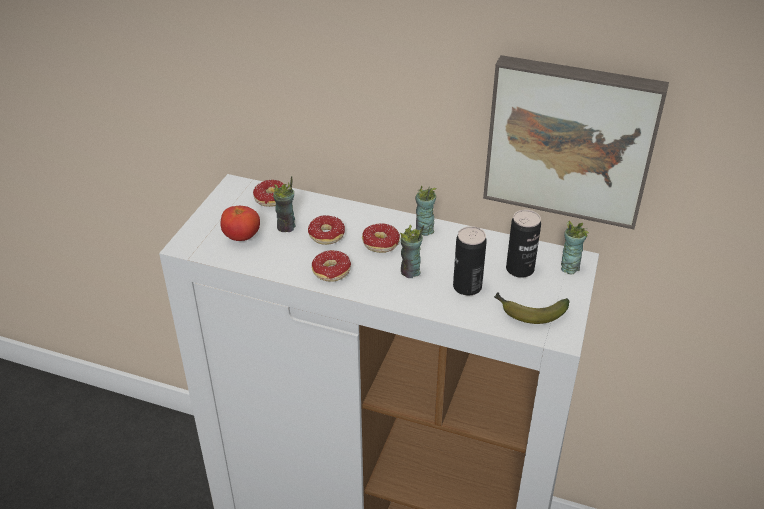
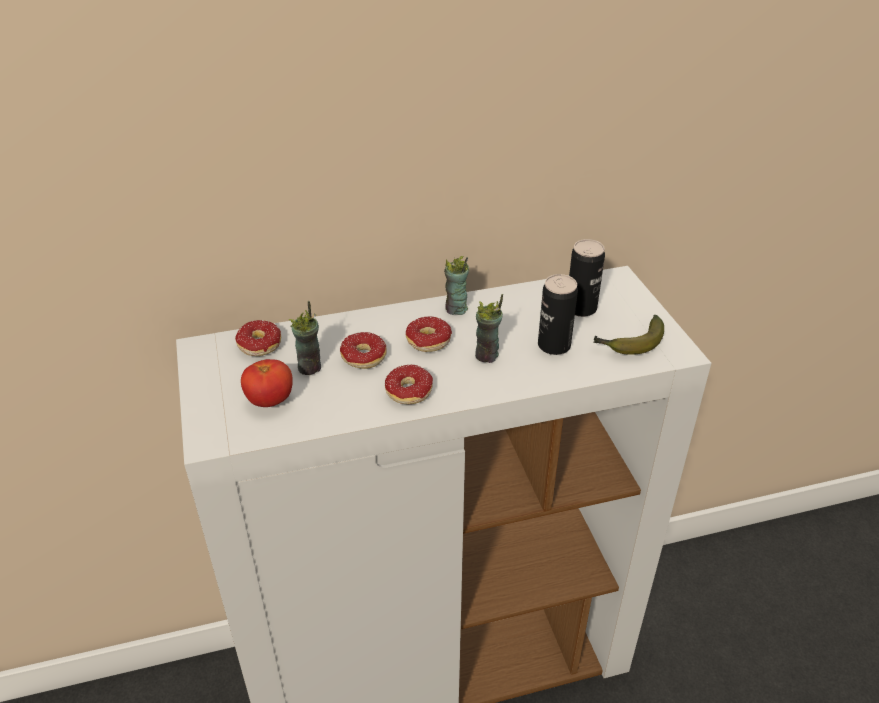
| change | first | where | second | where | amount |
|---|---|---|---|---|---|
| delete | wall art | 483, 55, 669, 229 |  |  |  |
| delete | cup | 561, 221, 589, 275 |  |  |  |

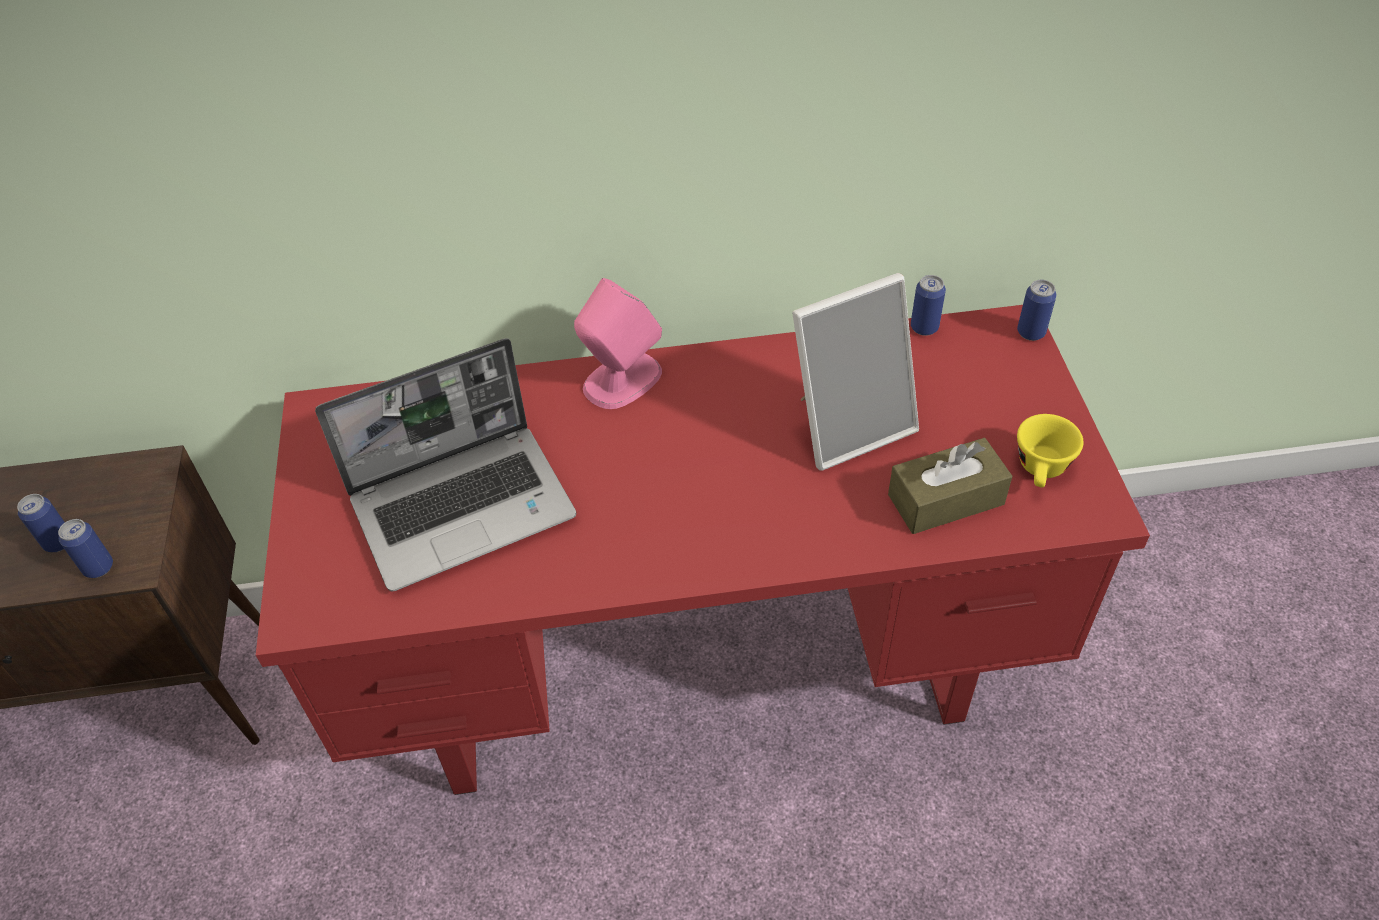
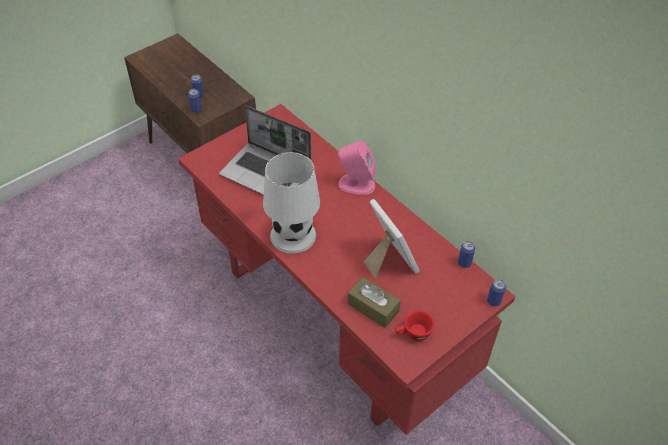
| change | first | where | second | where | amount |
|---|---|---|---|---|---|
| insert |  |  | tabletop lamp in whitish | 263, 152, 320, 254 |  |
| recolor | cup in yellow-coloured | 1017, 414, 1084, 487 | cup in red | 395, 310, 435, 341 |  |
| rotate | standing frame | 792, 273, 919, 471 |  | 363, 199, 419, 278 | 150 degrees counterclockwise |

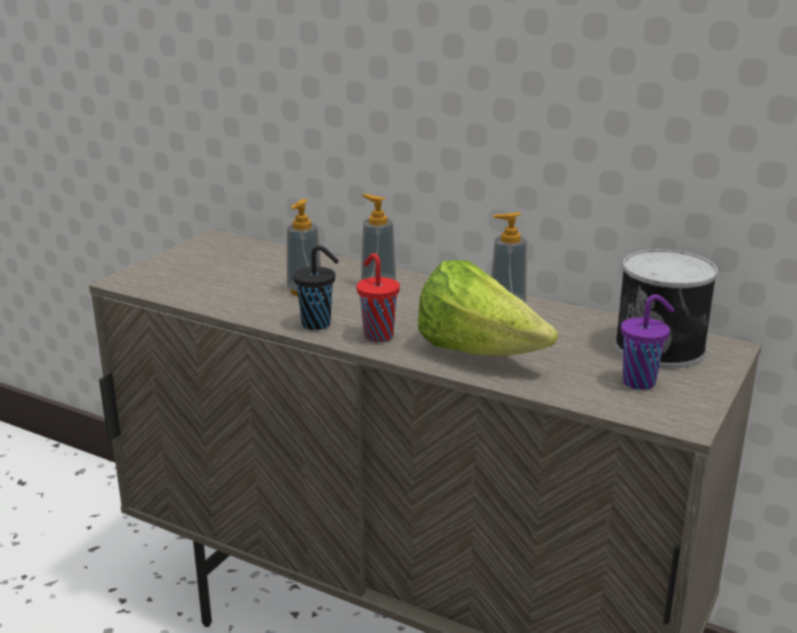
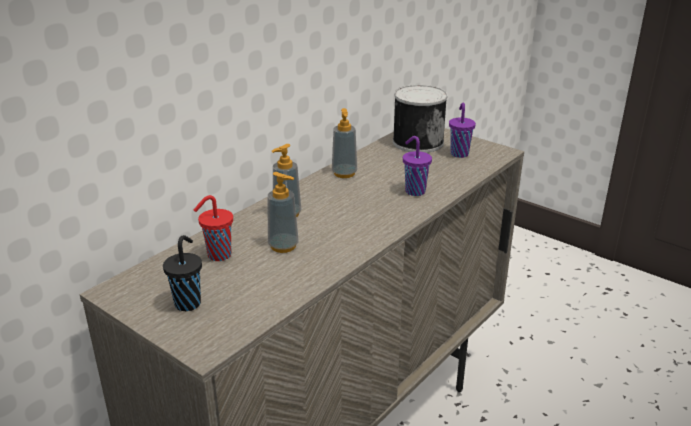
| change | first | where | second | where | amount |
|---|---|---|---|---|---|
| move | cup in black-coloured | 293, 245, 339, 330 |  | 163, 235, 202, 311 |  |
| move | cup in red | 357, 253, 400, 342 |  | 194, 195, 233, 261 |  |
| replace | lettuce | 418, 260, 558, 356 | cup in purple-coloured | 403, 136, 432, 196 |  |

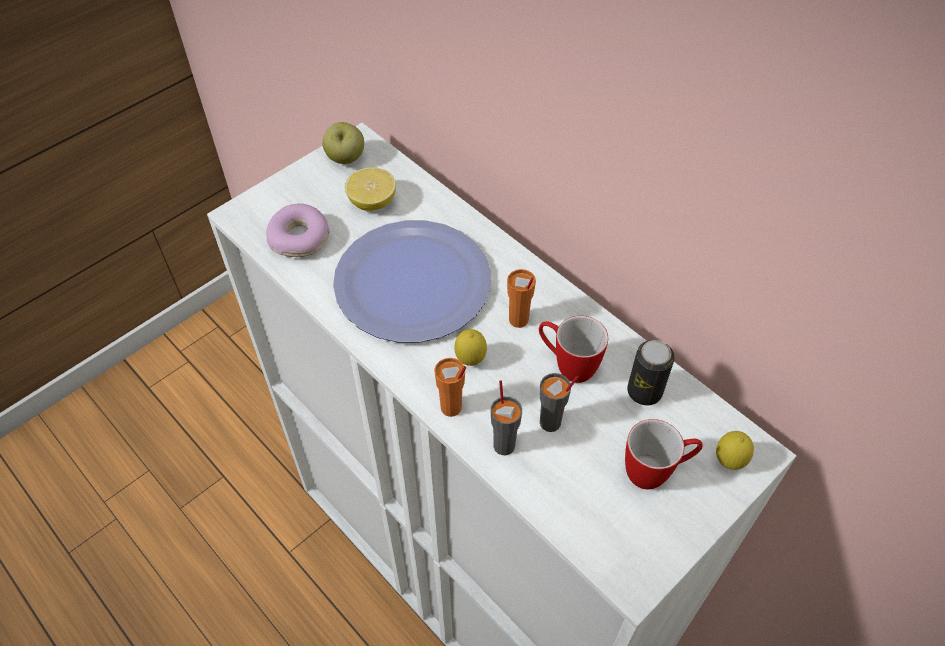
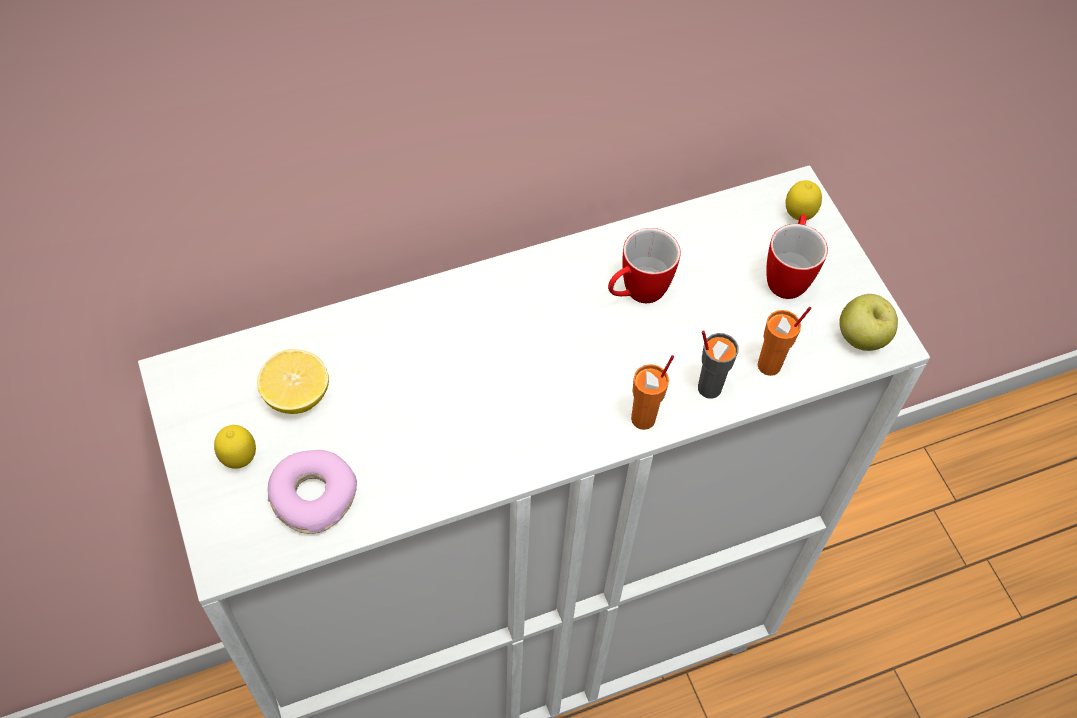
| change | first | where | second | where | amount |
|---|---|---|---|---|---|
| delete | plate | 333, 220, 491, 343 |  |  |  |
| delete | cup in greyish | 539, 373, 578, 432 |  |  |  |
| delete | metal can | 627, 340, 675, 405 |  |  |  |
| move | apple fruit | 322, 122, 364, 164 |  | 839, 294, 898, 351 |  |
| move | whole lemon | 454, 329, 487, 366 |  | 214, 425, 256, 469 |  |
| move | cup in orange | 507, 269, 536, 328 |  | 758, 307, 811, 376 |  |

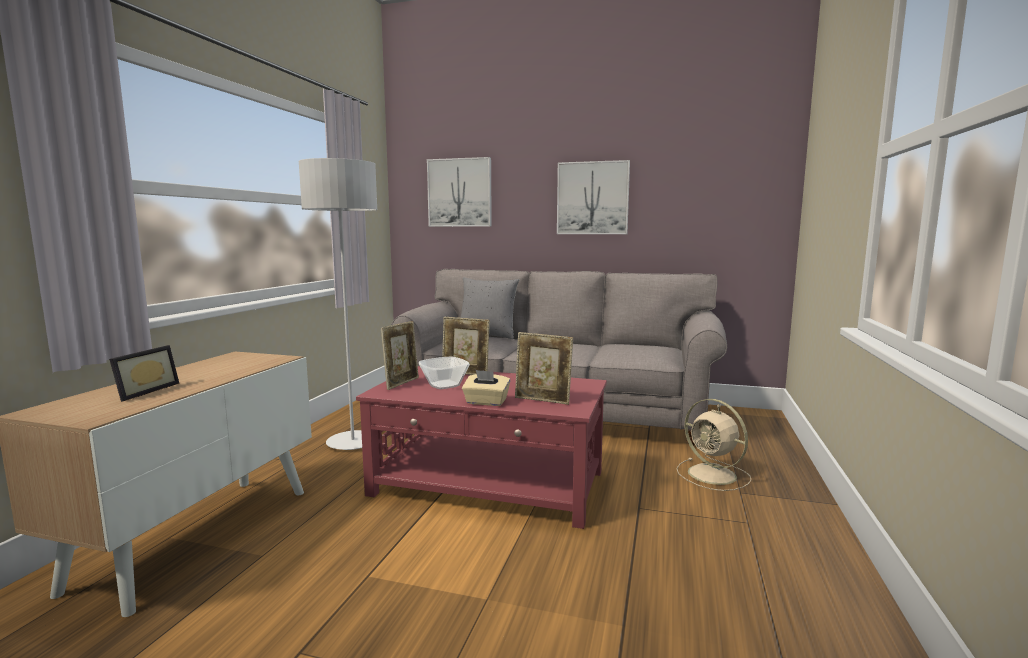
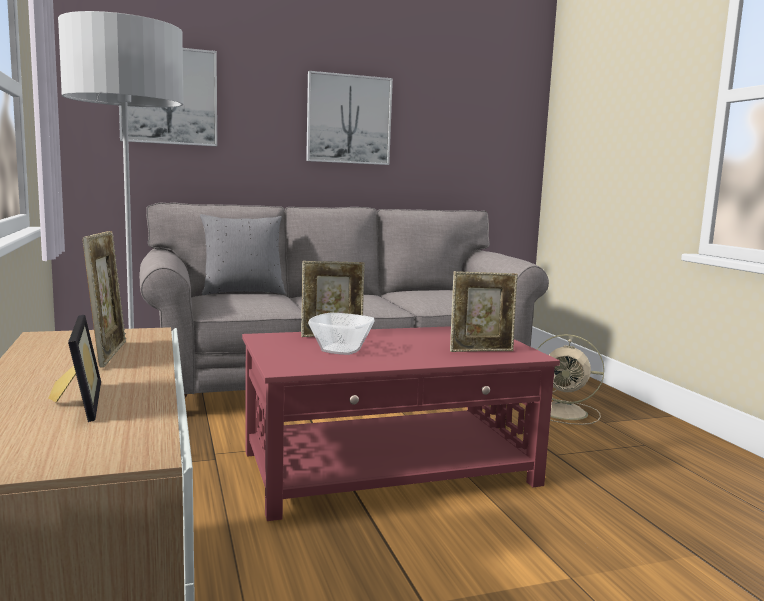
| change | first | where | second | where | amount |
|---|---|---|---|---|---|
| delete | tissue holder in beige-coloured | 462, 370, 510, 406 |  |  |  |
| move | standing frame | 381, 321, 419, 390 |  | 82, 231, 126, 368 |  |

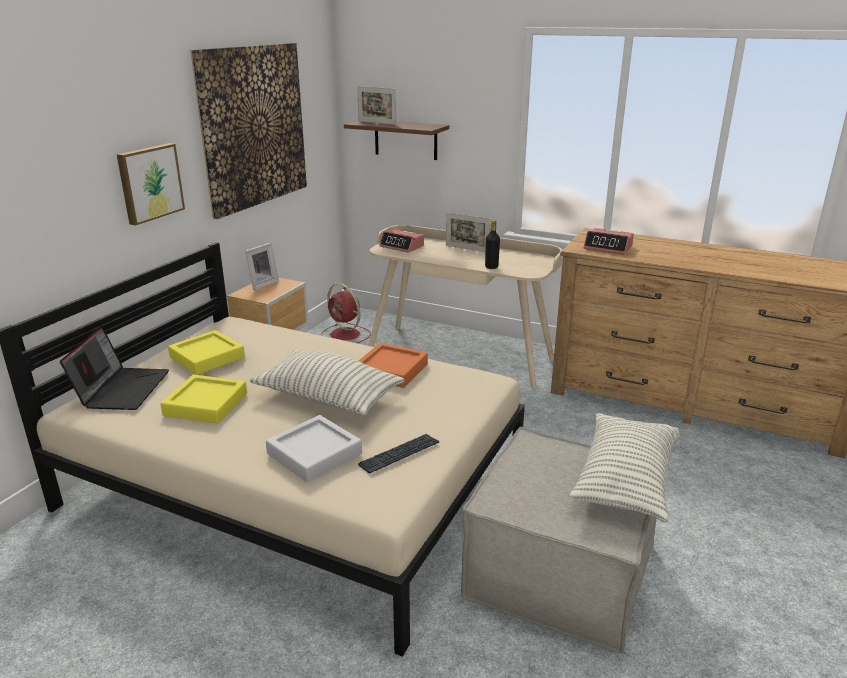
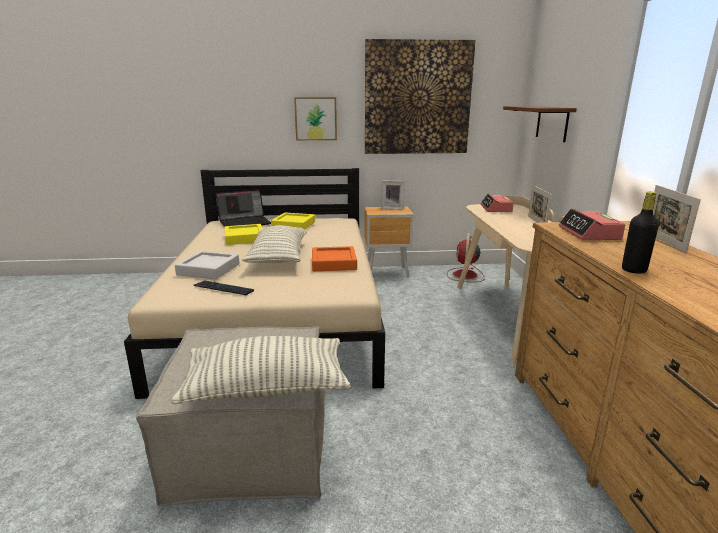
| change | first | where | second | where | amount |
|---|---|---|---|---|---|
| move | standing frame | 357, 86, 397, 125 |  | 653, 185, 701, 253 |  |
| move | beverage bottle in black-coloured | 485, 220, 500, 269 |  | 622, 192, 659, 273 |  |

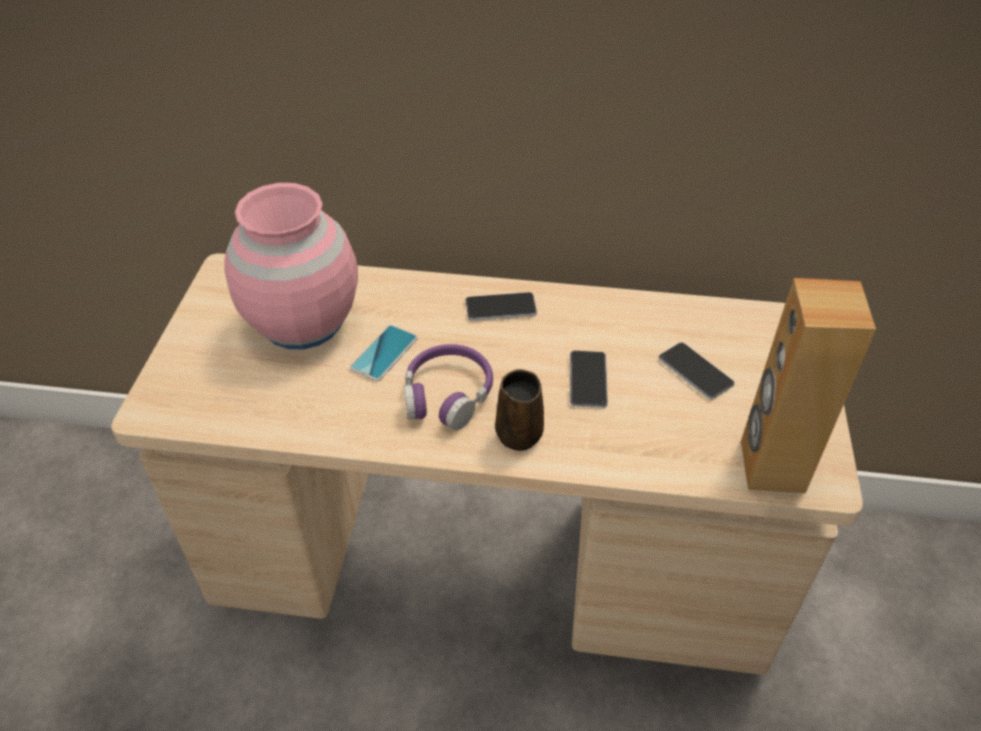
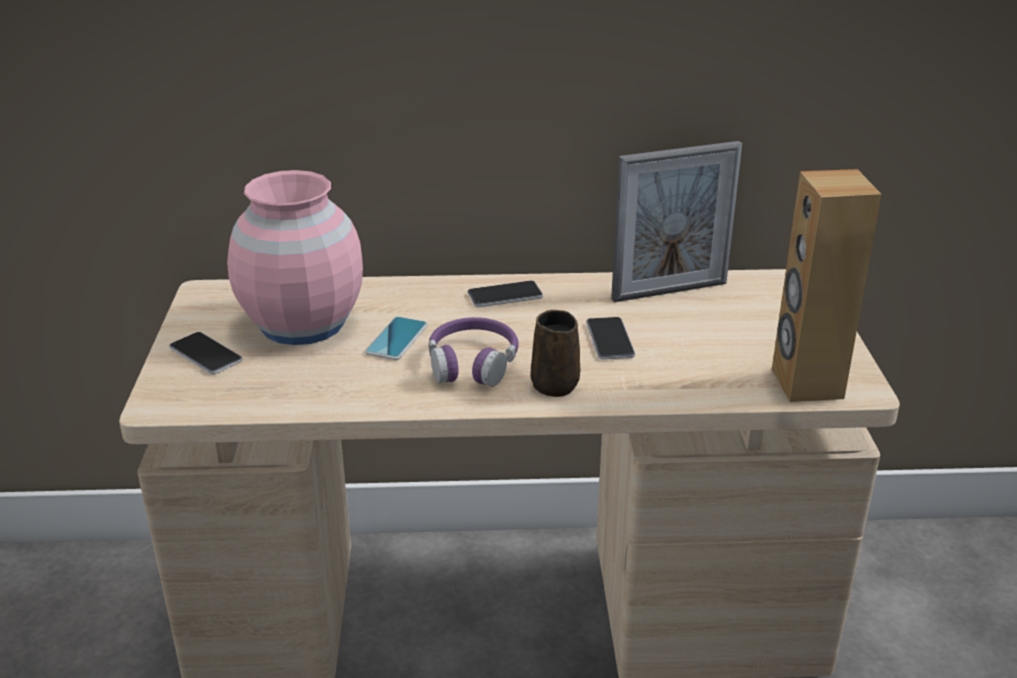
| change | first | where | second | where | amount |
|---|---|---|---|---|---|
| insert |  |  | standing frame | 611, 141, 742, 302 |  |
| move | phone | 659, 343, 735, 400 |  | 169, 332, 242, 374 |  |

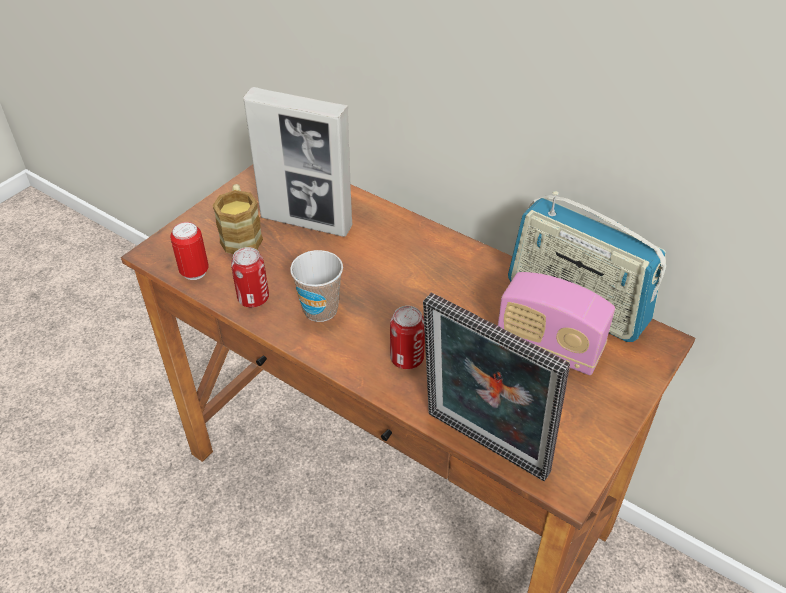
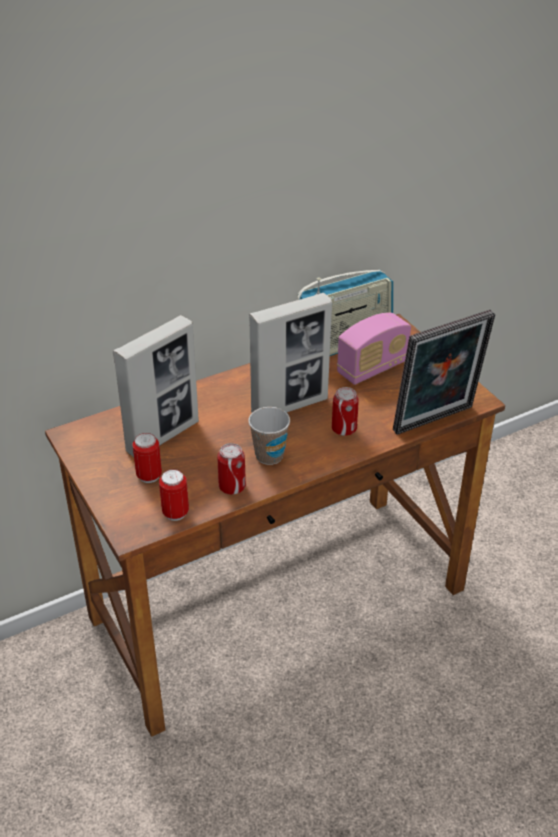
| change | first | where | second | where | amount |
|---|---|---|---|---|---|
| insert |  |  | standing frame | 249, 293, 332, 413 |  |
| replace | mug | 212, 184, 263, 254 | metal can | 132, 433, 162, 483 |  |

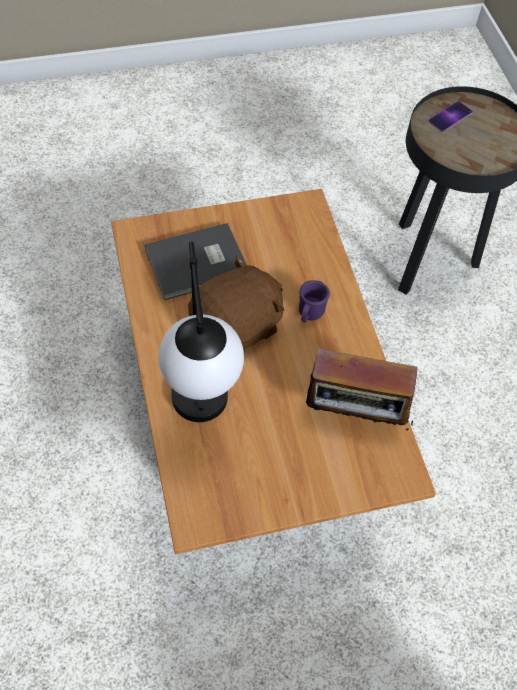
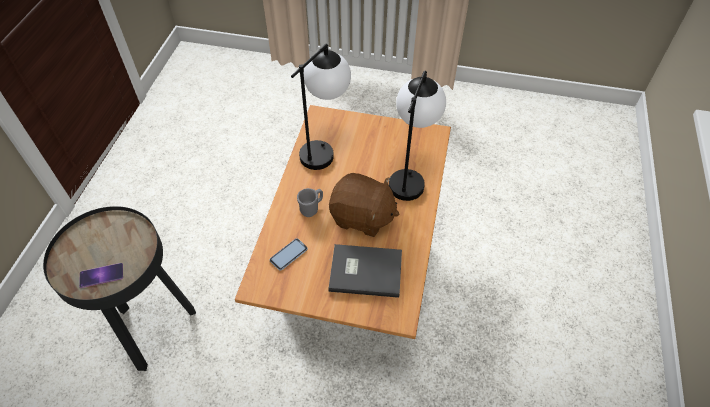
| change | first | where | second | where | amount |
|---|---|---|---|---|---|
| insert |  |  | phone | 270, 238, 308, 271 |  |
| replace | radio set | 306, 346, 418, 431 | tabletop lamp | 291, 44, 351, 170 |  |
| recolor | mug in purple-coloured | 299, 280, 330, 323 | mug in greyish | 297, 188, 323, 217 |  |
| rotate | plush toy in brown | 188, 256, 284, 352 |  | 329, 173, 400, 237 | 150 degrees counterclockwise |

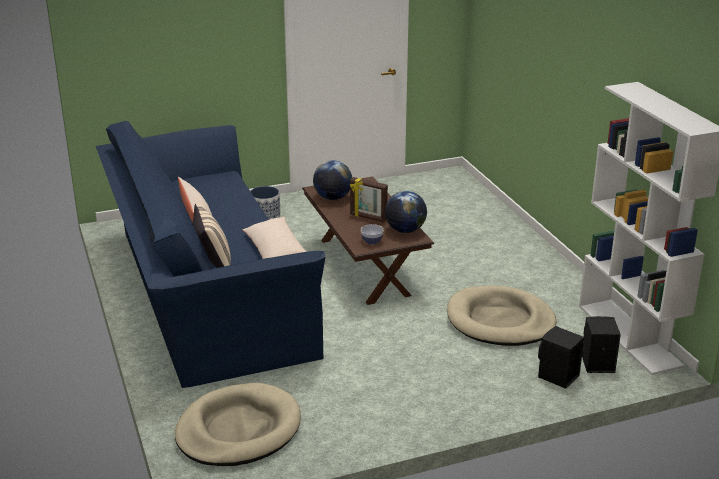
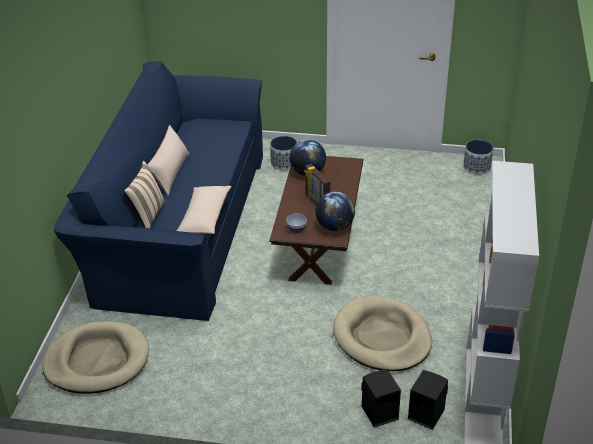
| change | first | where | second | where | amount |
|---|---|---|---|---|---|
| insert |  |  | flower pot | 463, 140, 493, 175 |  |

